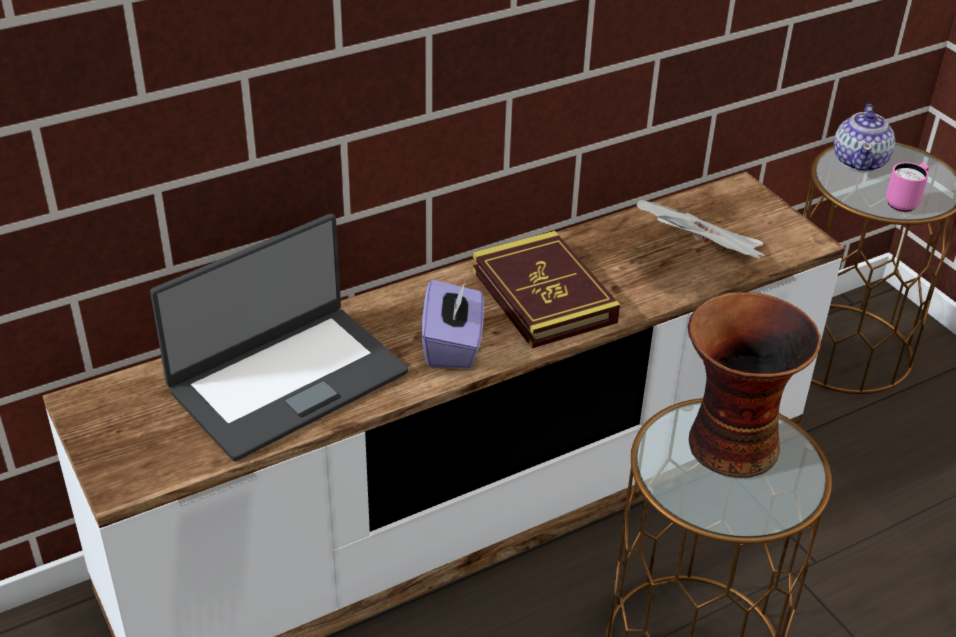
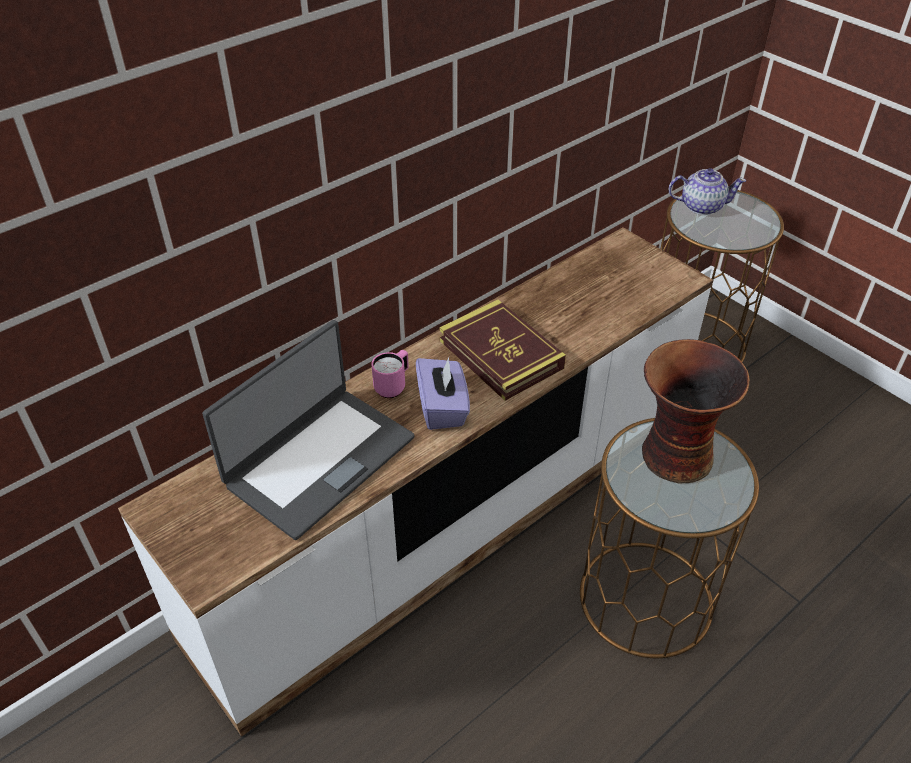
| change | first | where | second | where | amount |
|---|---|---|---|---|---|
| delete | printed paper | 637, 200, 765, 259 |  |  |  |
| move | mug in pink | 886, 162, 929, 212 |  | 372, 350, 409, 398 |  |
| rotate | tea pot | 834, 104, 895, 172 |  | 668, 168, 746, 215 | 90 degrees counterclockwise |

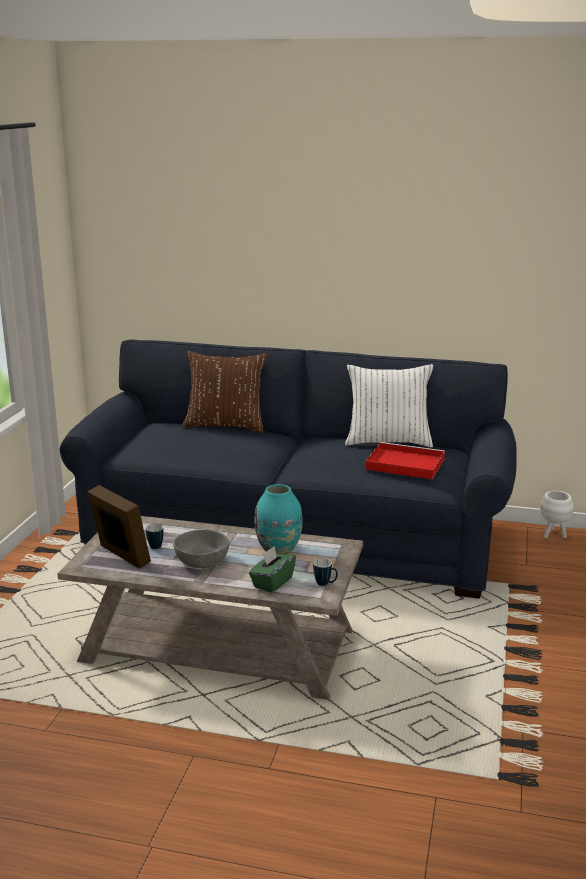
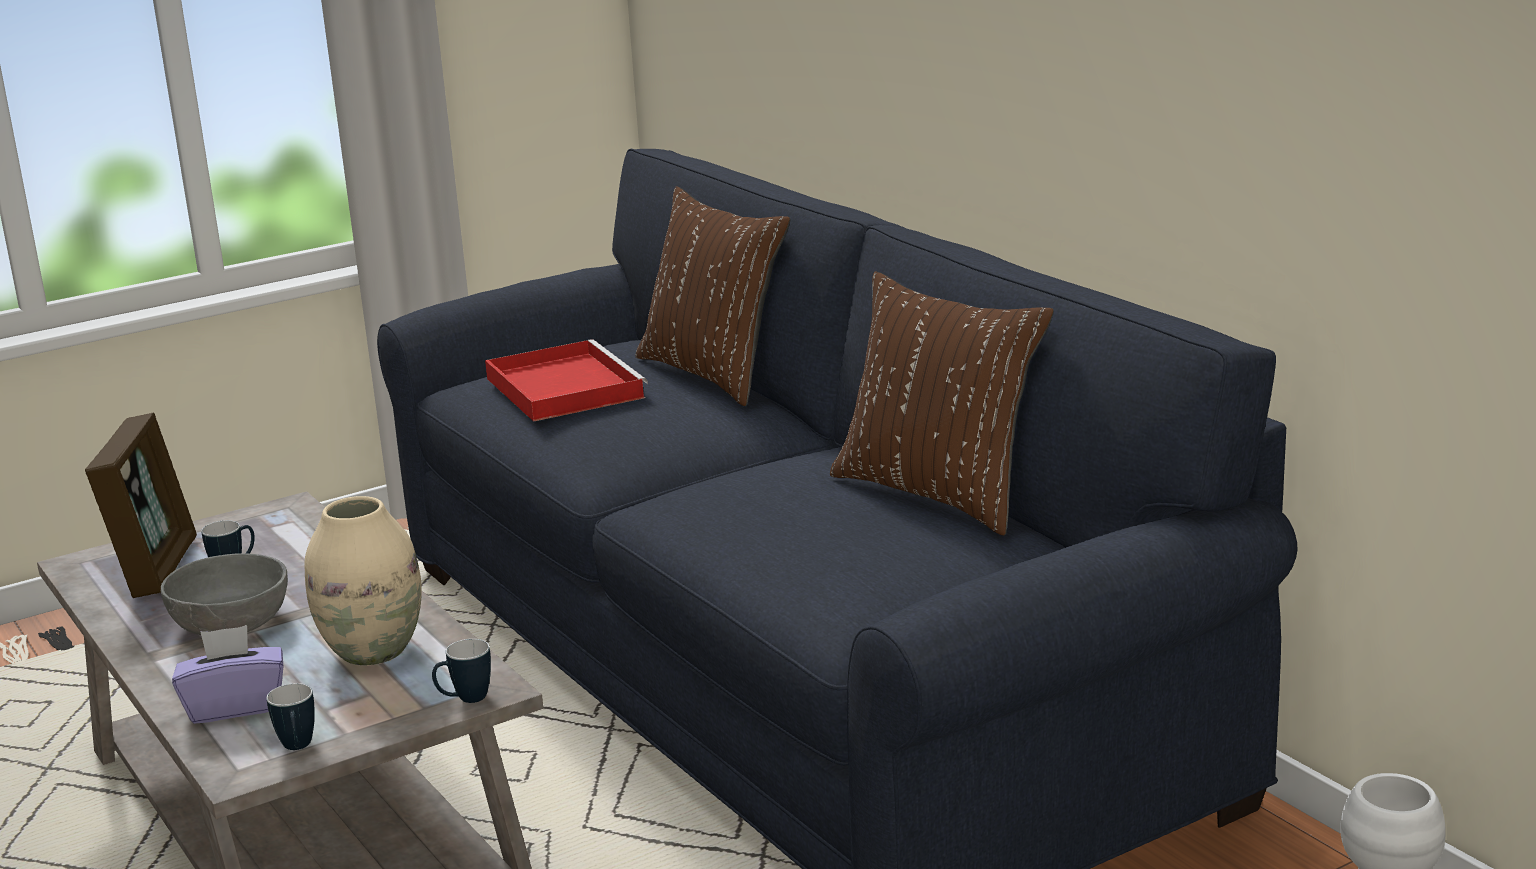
| change | first | where | second | where | amount |
|---|---|---|---|---|---|
| insert |  |  | mug | 432, 639, 491, 703 |  |
| move | carrying tray in red | 365, 442, 445, 479 |  | 485, 339, 648, 421 |  |
| recolor | tissue holder in greenish | 249, 546, 296, 593 | tissue holder in purple-coloured | 172, 625, 283, 724 |  |
| recolor | vase in turquoise-coloured | 255, 484, 303, 555 | vase in beige-coloured | 305, 496, 422, 666 |  |
| recolor | cushion in whitish | 345, 364, 433, 447 | cushion in brown | 830, 271, 1054, 535 |  |

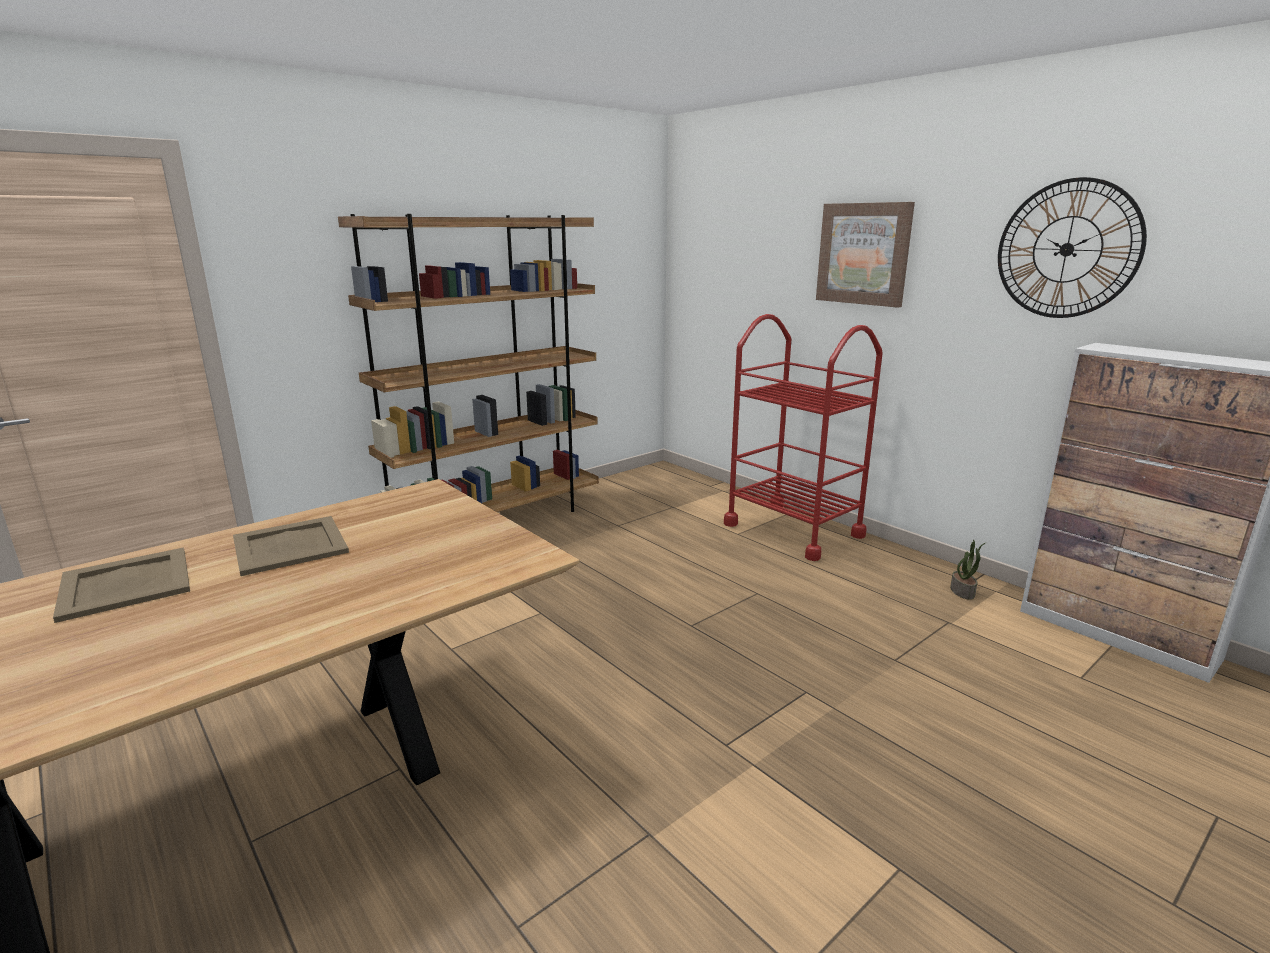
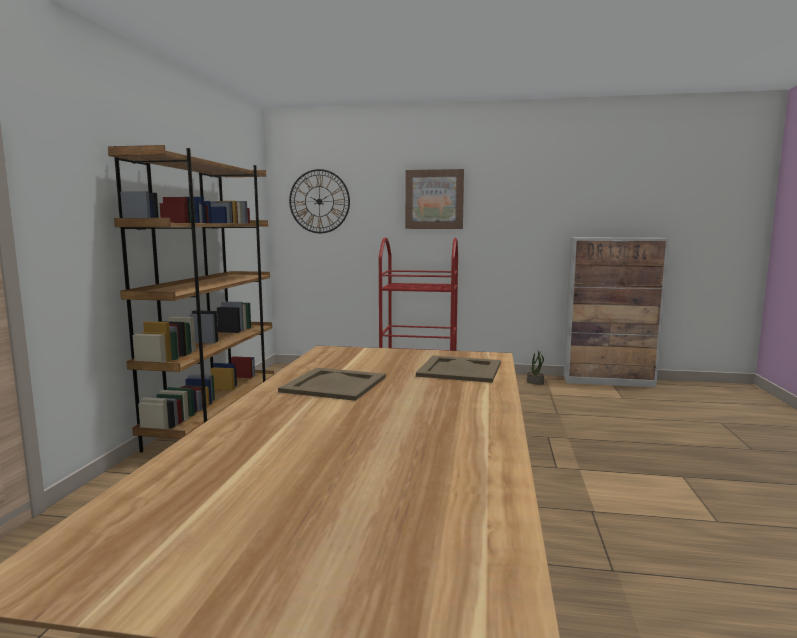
| change | first | where | second | where | amount |
|---|---|---|---|---|---|
| move | carrying tray in beige-coloured | 53, 547, 190, 623 |  | 416, 356, 501, 383 |  |
| move | clock on the wall | 998, 177, 1147, 318 |  | 289, 169, 350, 233 |  |

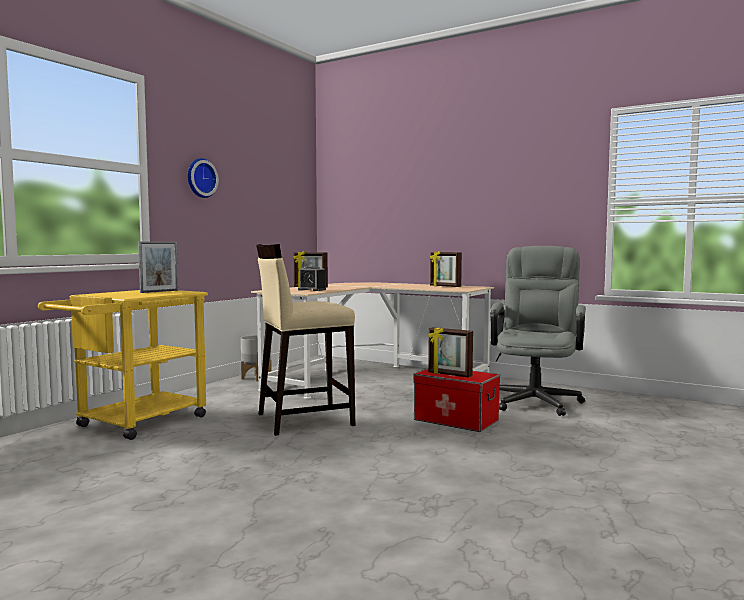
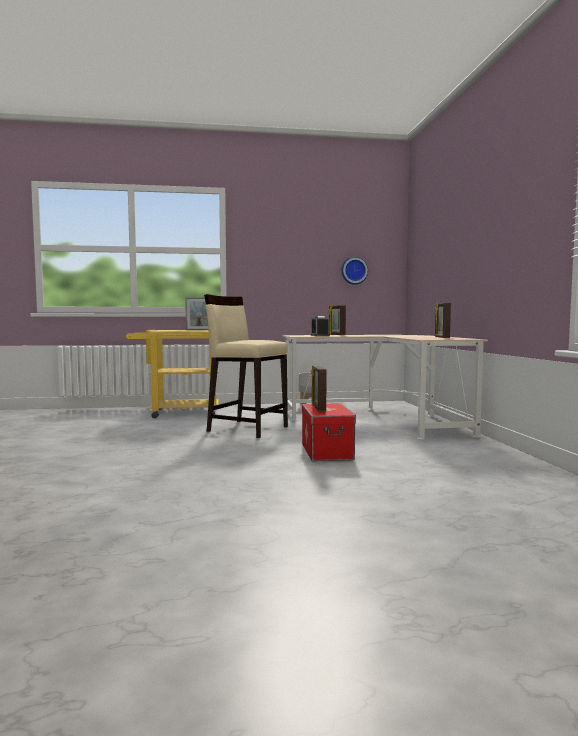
| change | first | where | second | where | amount |
|---|---|---|---|---|---|
| delete | office chair in greyish | 490, 246, 586, 416 |  |  |  |
| move | clock on the wall | 187, 158, 219, 198 |  | 341, 257, 368, 285 |  |

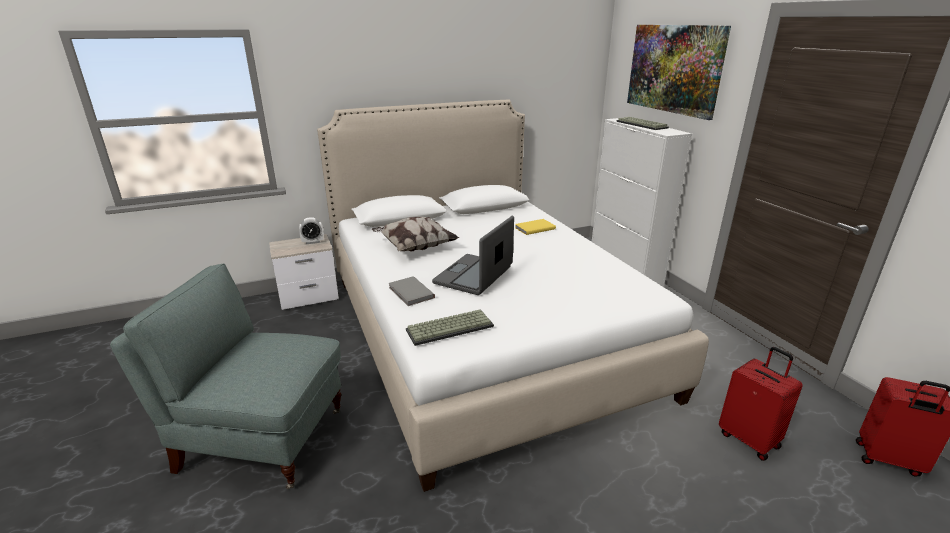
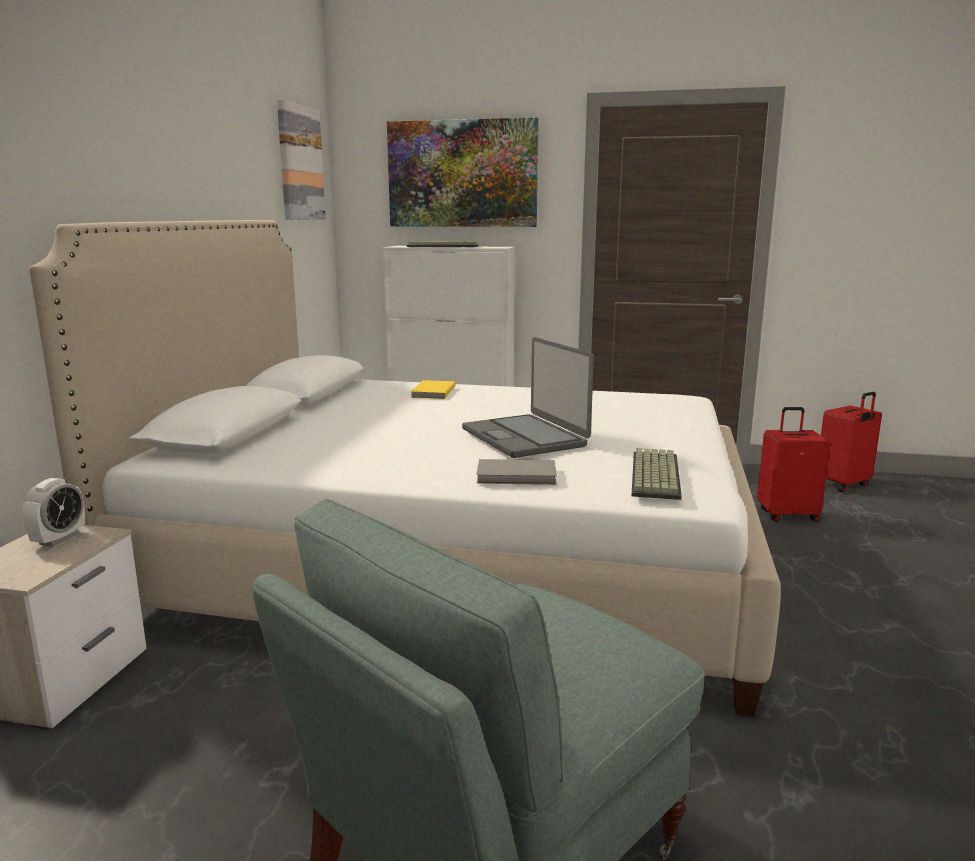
| change | first | where | second | where | amount |
|---|---|---|---|---|---|
| delete | cushion | 371, 217, 459, 251 |  |  |  |
| insert |  |  | wall art | 277, 99, 326, 220 |  |

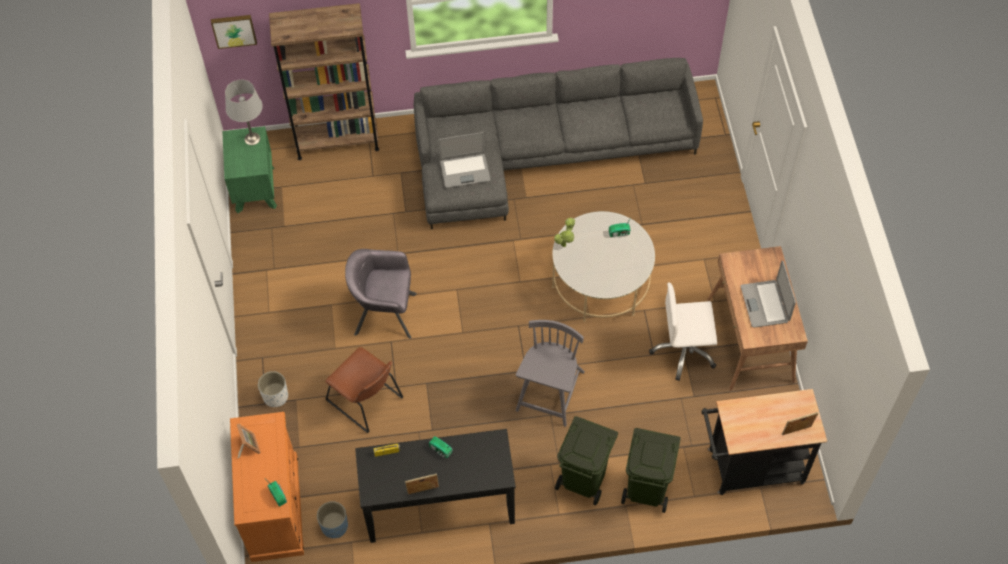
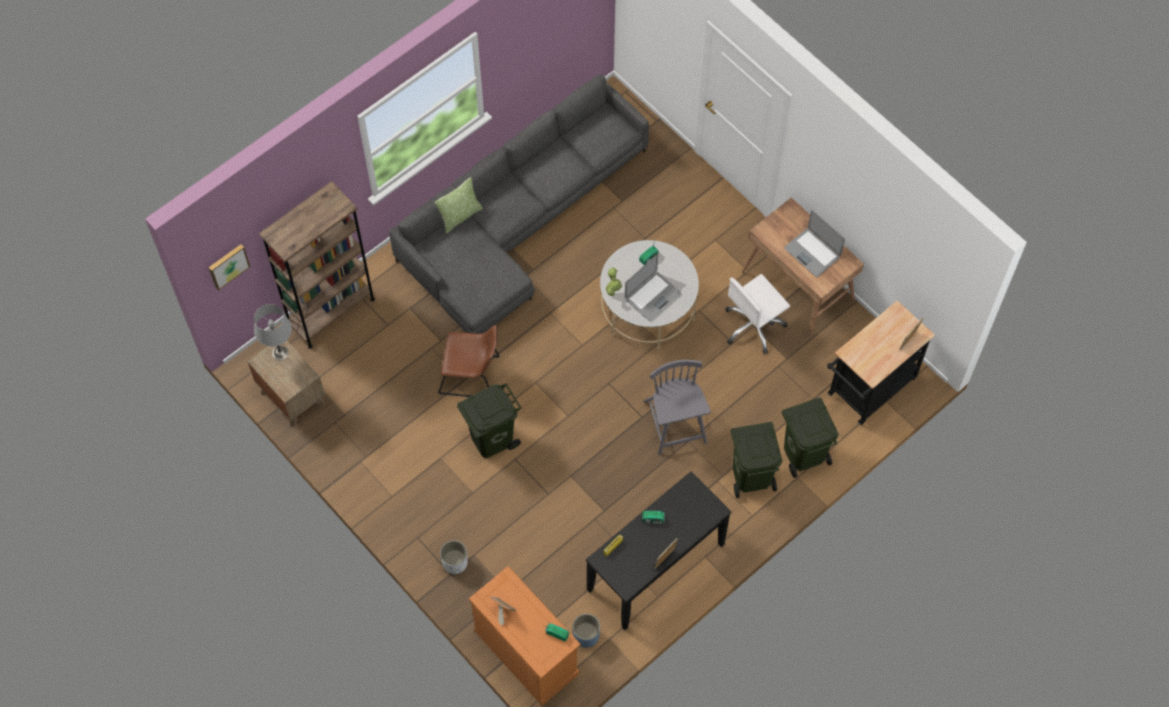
| change | first | where | second | where | amount |
|---|---|---|---|---|---|
| insert |  |  | cushion | 435, 177, 483, 234 |  |
| move | plain chair in brown | 325, 347, 403, 433 |  | 438, 325, 500, 397 |  |
| move | laptop | 438, 132, 490, 188 |  | 625, 255, 681, 321 |  |
| replace | armchair in greyish | 345, 249, 417, 339 | rubbish bin in greenish | 457, 383, 521, 458 |  |
| recolor | bedside table in greenish | 222, 126, 277, 213 | bedside table in brown | 247, 340, 325, 427 |  |

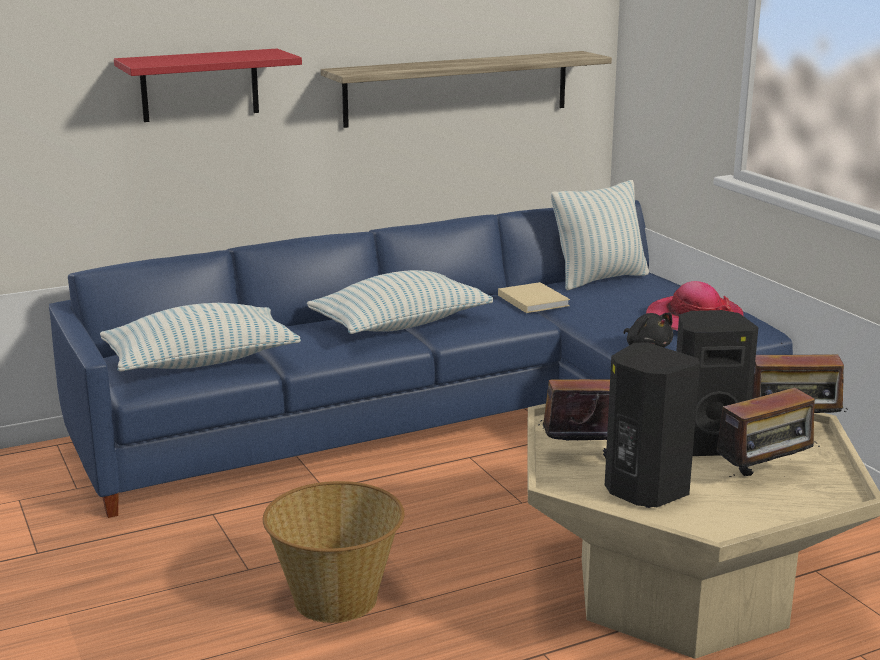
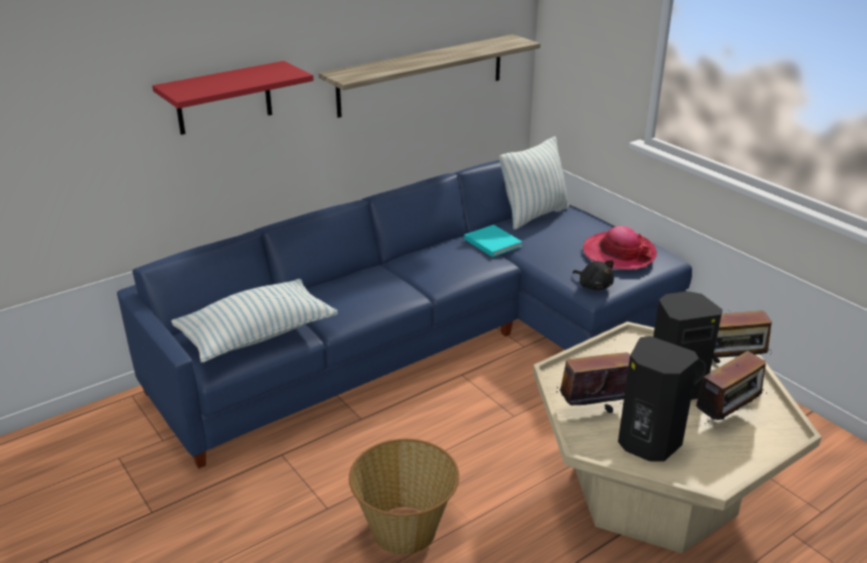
| change | first | where | second | where | amount |
|---|---|---|---|---|---|
| delete | cushion | 307, 270, 493, 334 |  |  |  |
| recolor | book in beige-coloured | 498, 282, 570, 313 | book in turquoise-coloured | 464, 225, 522, 257 |  |

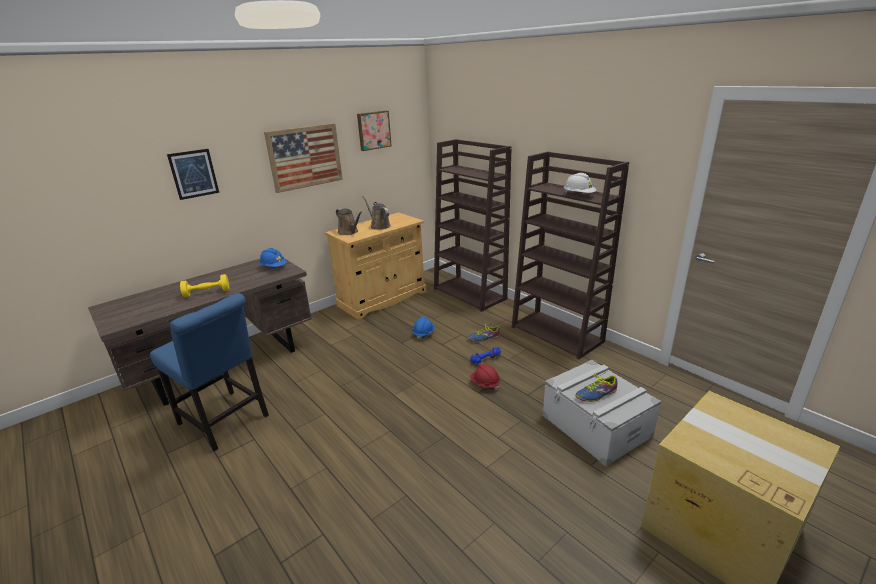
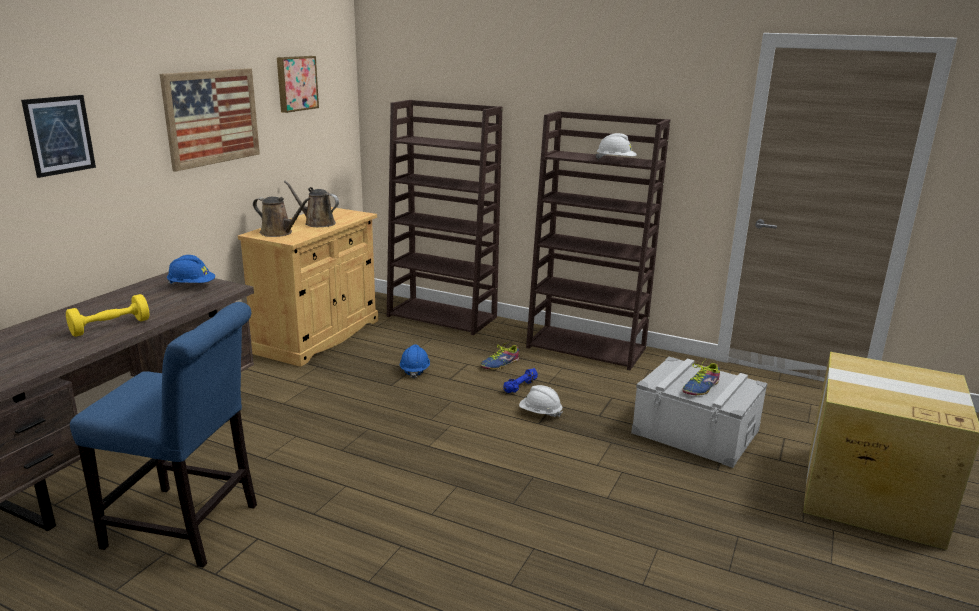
| change | first | where | second | where | amount |
|---|---|---|---|---|---|
| recolor | work helmet in red | 470, 364, 500, 390 | work helmet in whitish | 519, 385, 563, 417 |  |

